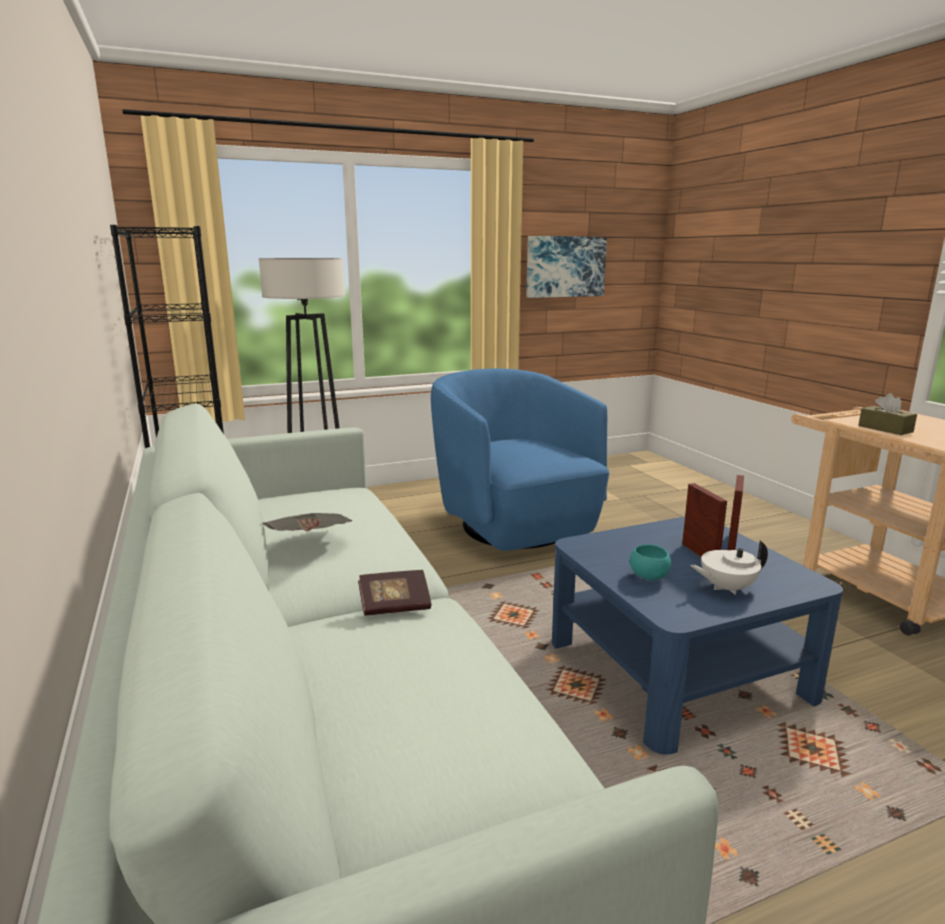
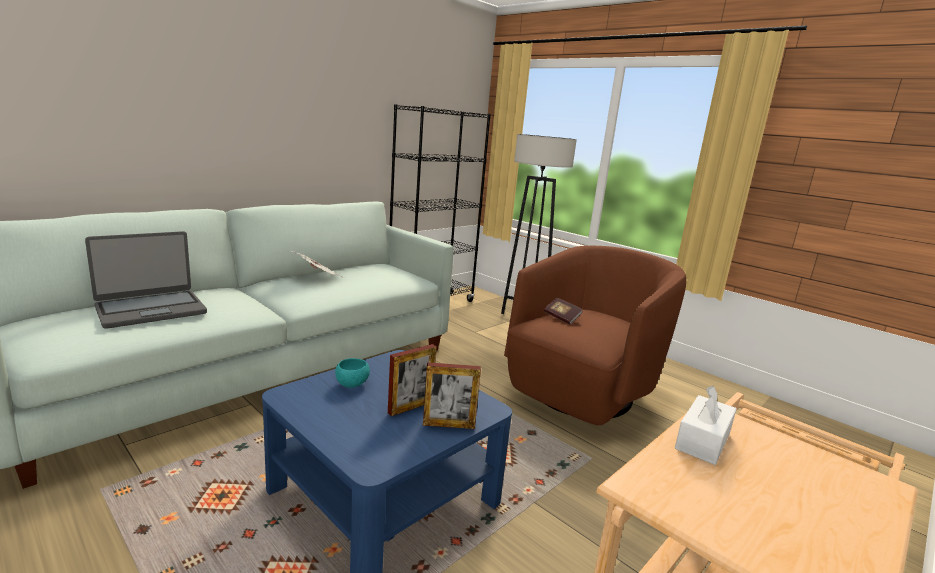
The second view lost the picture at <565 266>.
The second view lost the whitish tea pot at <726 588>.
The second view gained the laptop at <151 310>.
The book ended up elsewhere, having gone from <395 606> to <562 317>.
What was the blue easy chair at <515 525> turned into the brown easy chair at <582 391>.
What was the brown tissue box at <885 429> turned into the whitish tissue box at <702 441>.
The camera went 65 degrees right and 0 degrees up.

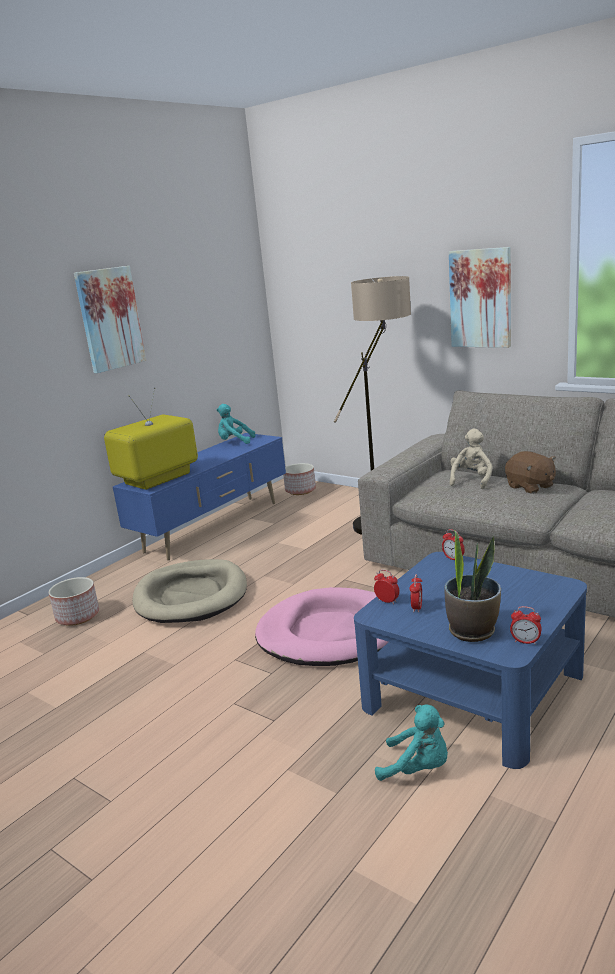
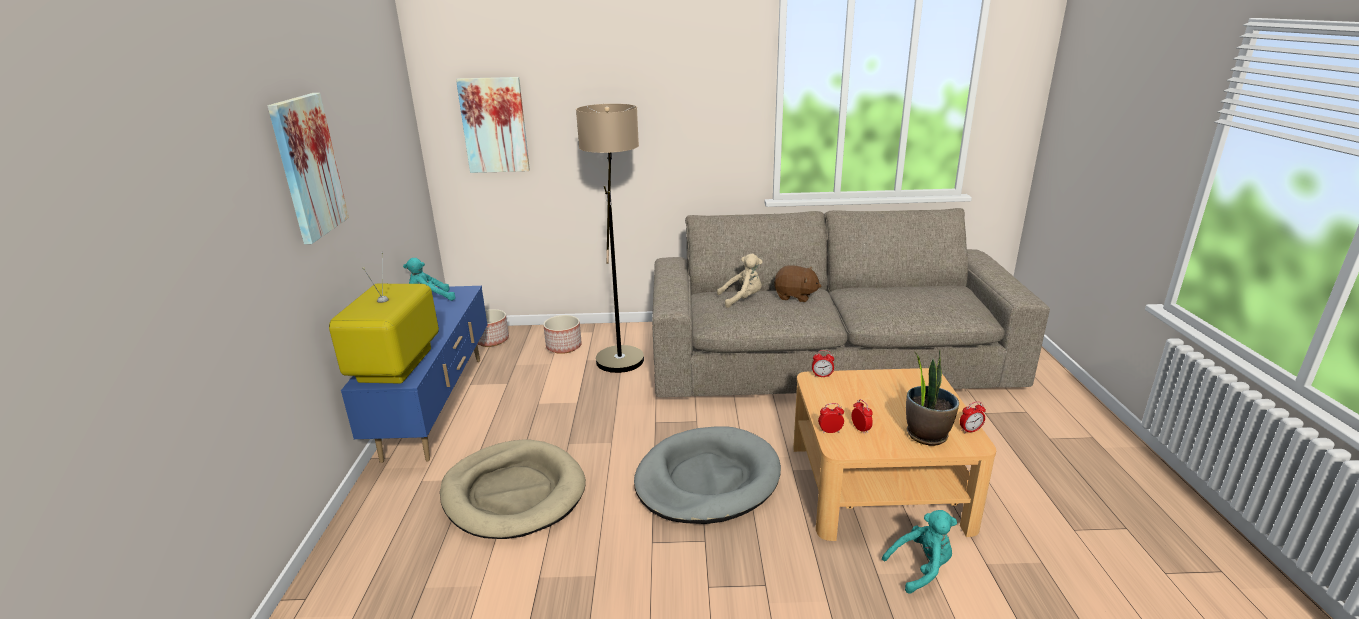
The flower pot ended up elsewhere, having gone from <77 616> to <563 346>.
The picture ended up elsewhere, having gone from <480 298> to <494 125>.
What was the pink dog cushion at <329 633> turned into the gray dog cushion at <707 480>.
What was the blue low table at <475 690> turned into the beige low table at <878 484>.
The beige plush toy at <471 480> ended up facing another way, 90 degrees clockwise from before.
The camera went 40 degrees left and 5 degrees up.

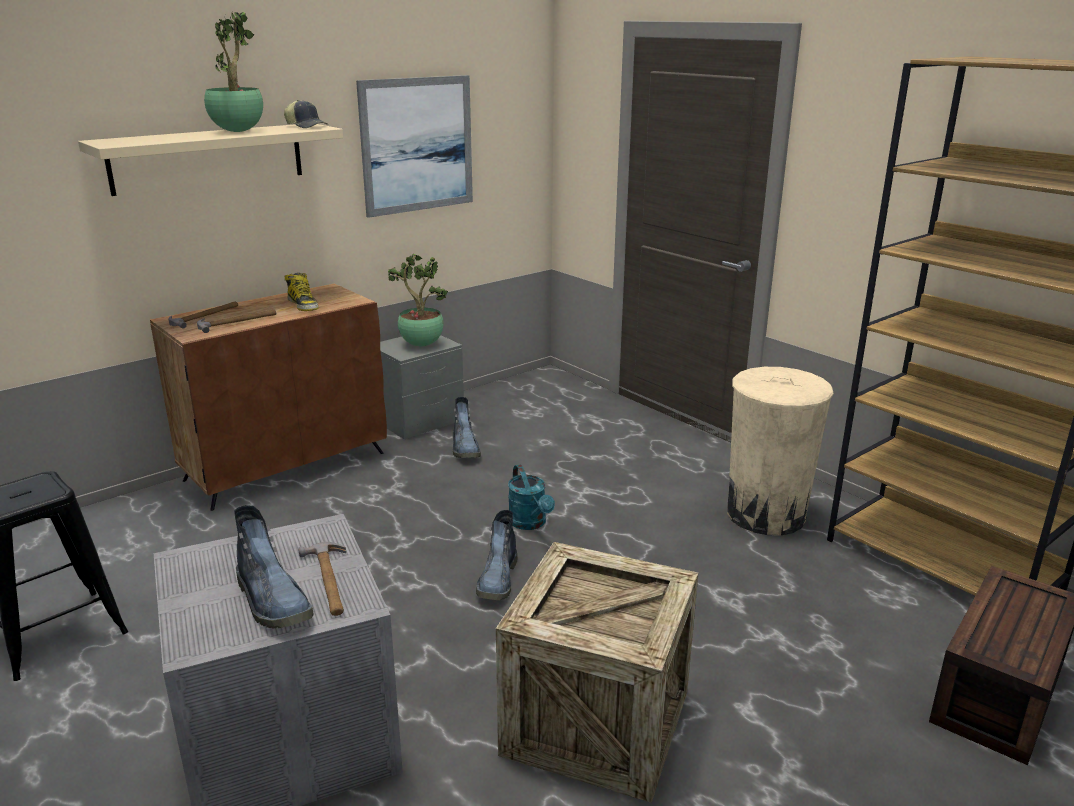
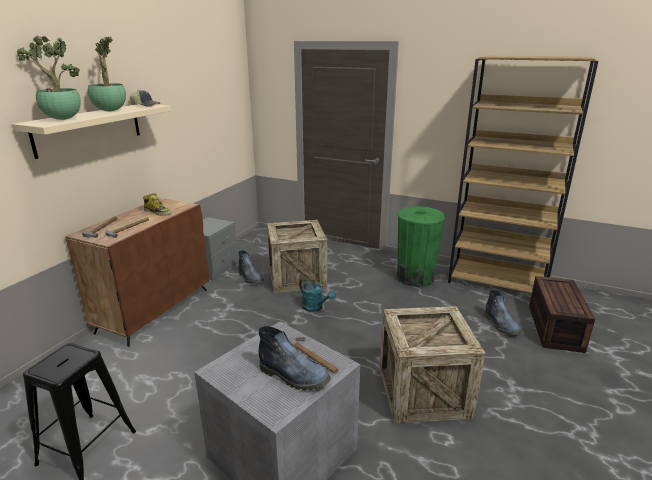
The second view lost the picture at <417 145>.
The second view gained the crate at <297 278>.
The plant in a pot ended up elsewhere, having gone from <420 345> to <62 119>.
The tall boot ended up elsewhere, having gone from <498 580> to <501 325>.
What was the beige rubbish bin at <765 514> turned into the green-coloured rubbish bin at <415 277>.
The camera went 25 degrees left and 0 degrees up.

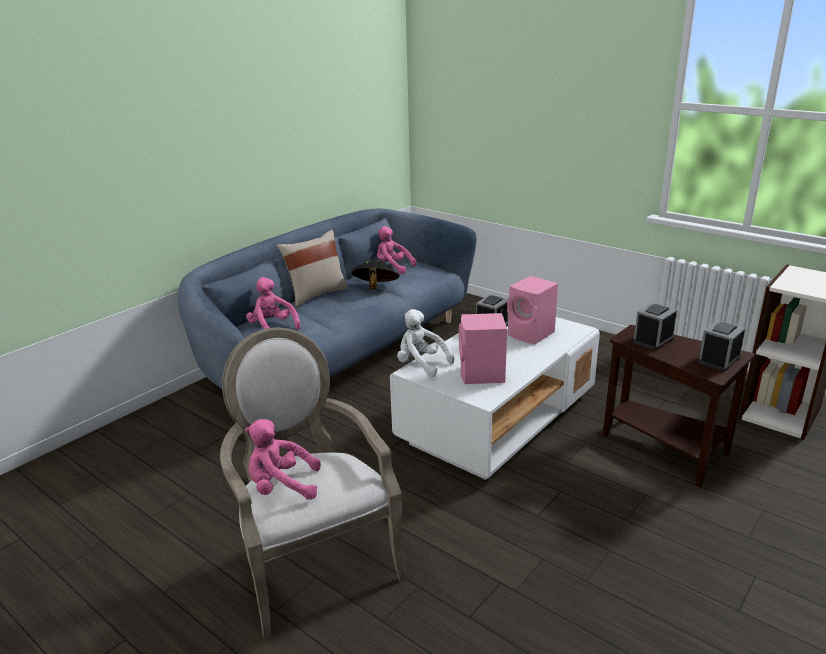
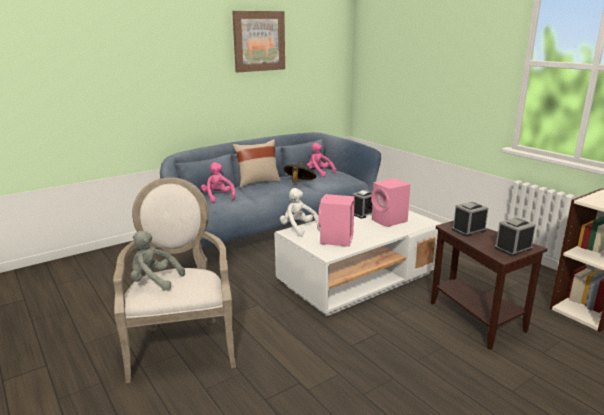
The second view gained the picture at <259 41>.
What was the pink plush toy at <281 487> turned into the gray plush toy at <154 281>.
The camera went 15 degrees right and 5 degrees down.

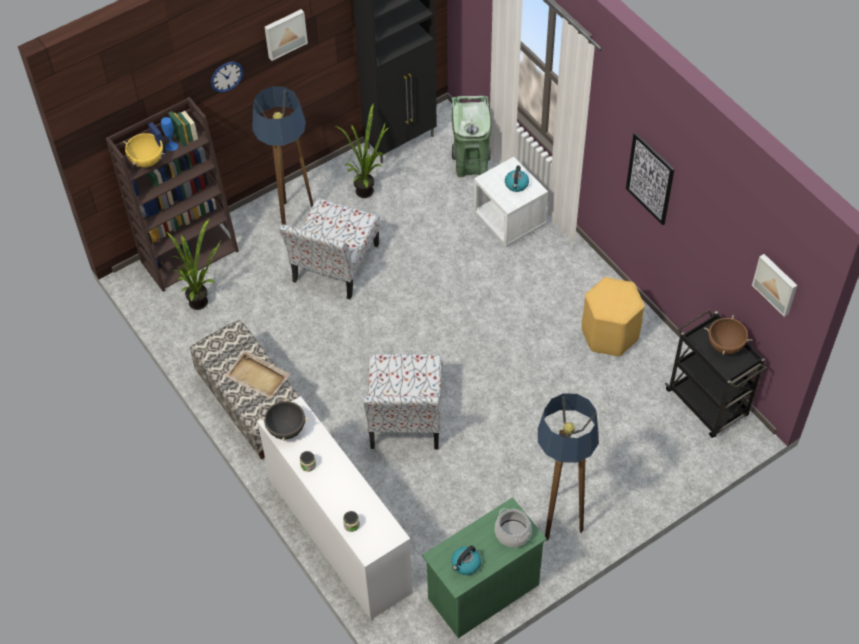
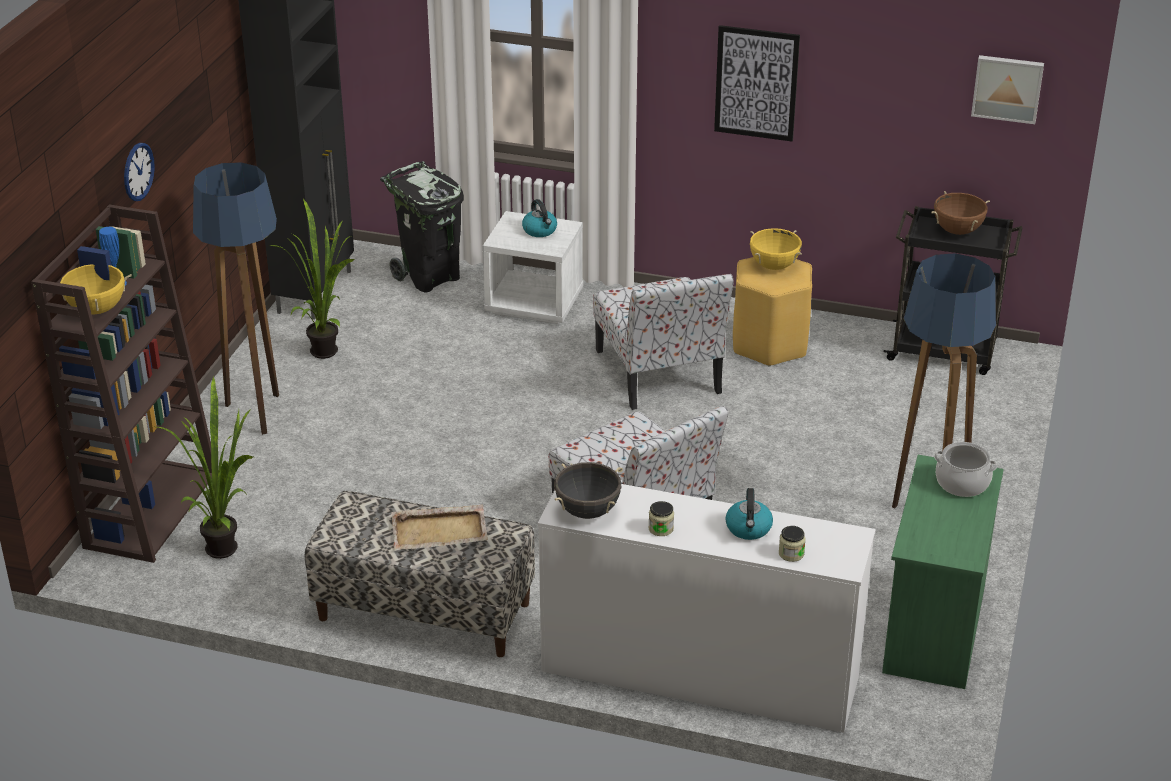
The second view lost the picture at <285 33>.
The second view gained the yellow-coloured saucepot at <774 266>.
The plain chair ended up elsewhere, having gone from <334 264> to <659 373>.
The kettle ended up elsewhere, having gone from <465 564> to <749 529>.
What was the green-coloured rubbish bin at <471 165> turned into the black rubbish bin at <429 277>.
The camera went 40 degrees left and 20 degrees down.

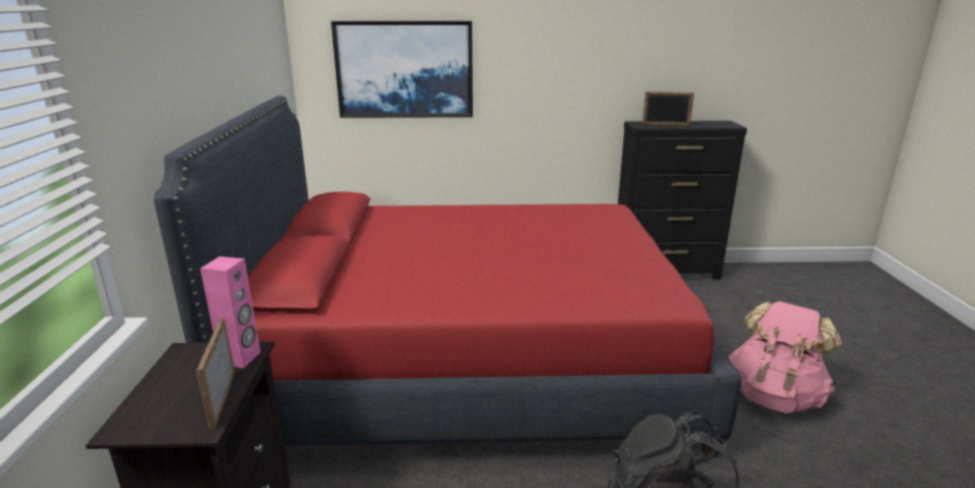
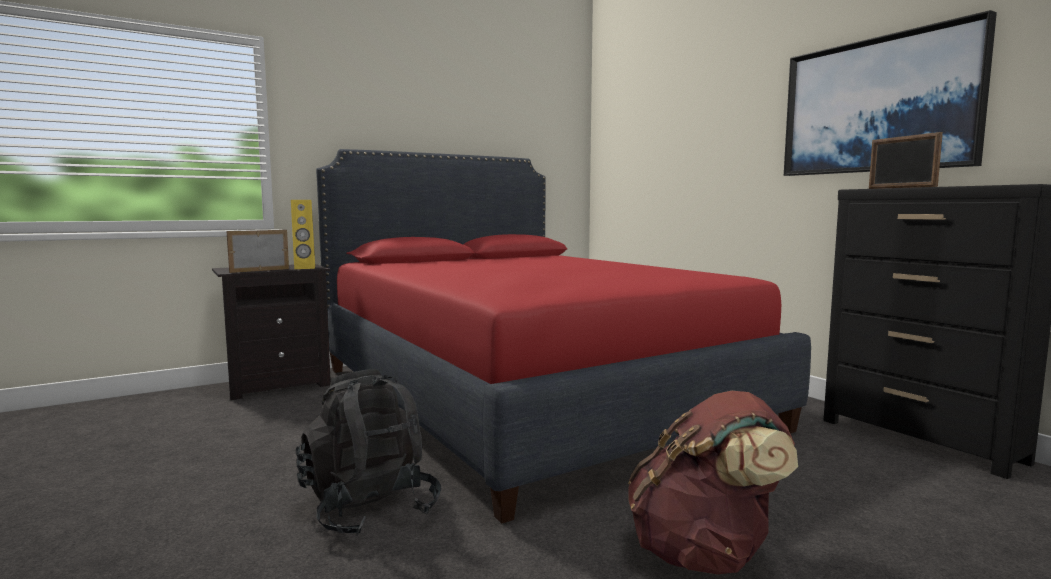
The picture ended up elsewhere, having gone from <405 69> to <878 106>.
What was the pink speaker at <241 358> turned into the yellow-coloured speaker at <304 268>.
What was the pink backpack at <774 396> turned into the brown backpack at <705 554>.
The camera went 60 degrees right and 15 degrees down.

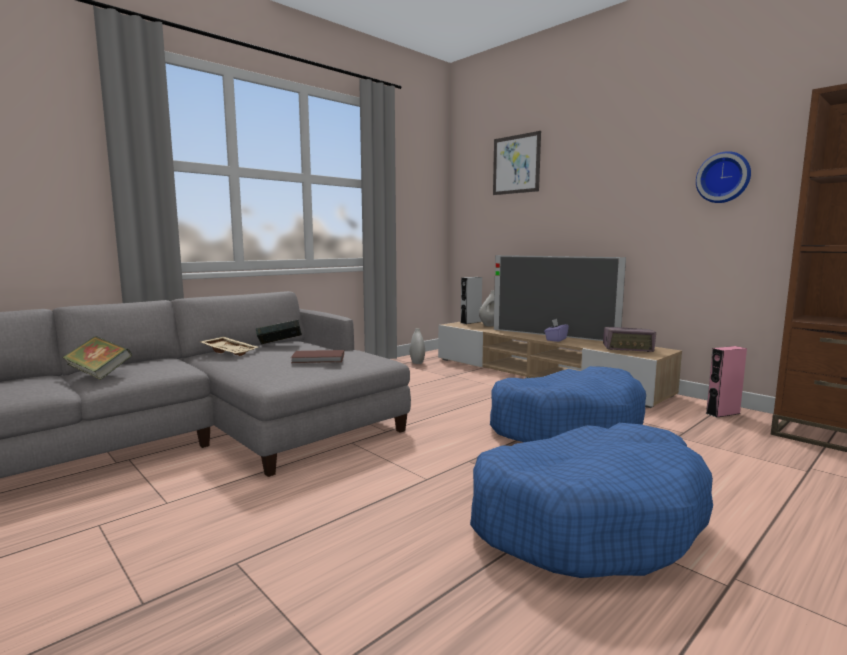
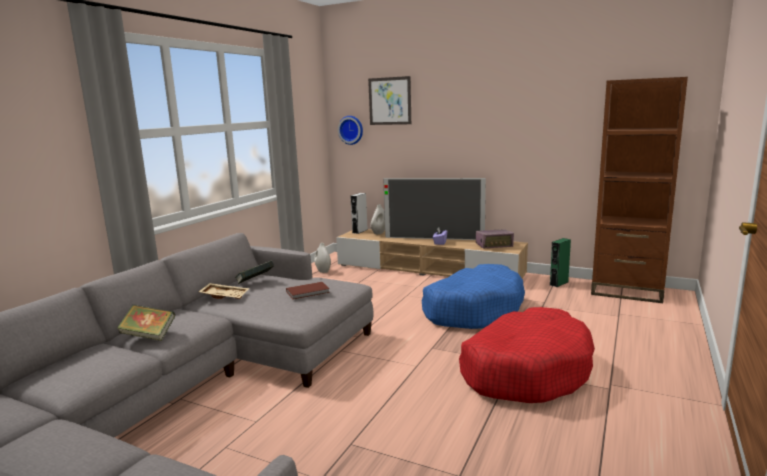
The hanging clock ended up elsewhere, having gone from <723 177> to <351 130>.
What was the blue dog cushion at <585 519> turned into the reddish dog cushion at <525 370>.
What was the pink speaker at <722 413> turned into the green-coloured speaker at <559 283>.
The camera went 20 degrees left and 5 degrees up.

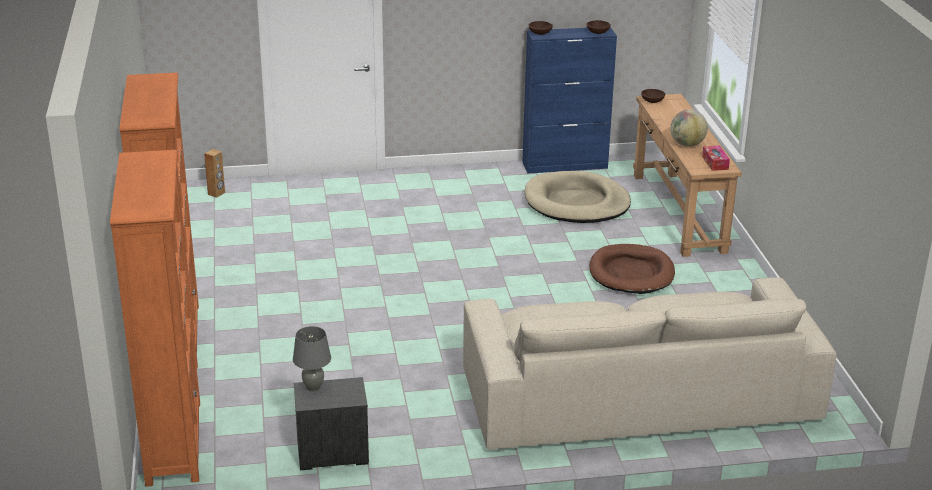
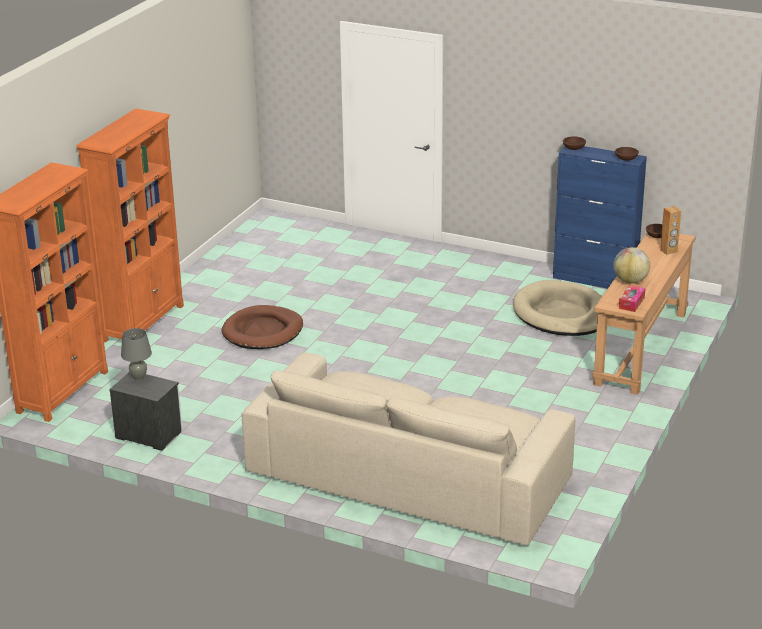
The brown speaker ended up elsewhere, having gone from <216 193> to <669 251>.
The brown dog cushion ended up elsewhere, having gone from <631 273> to <263 331>.
The camera went 35 degrees right and 0 degrees up.

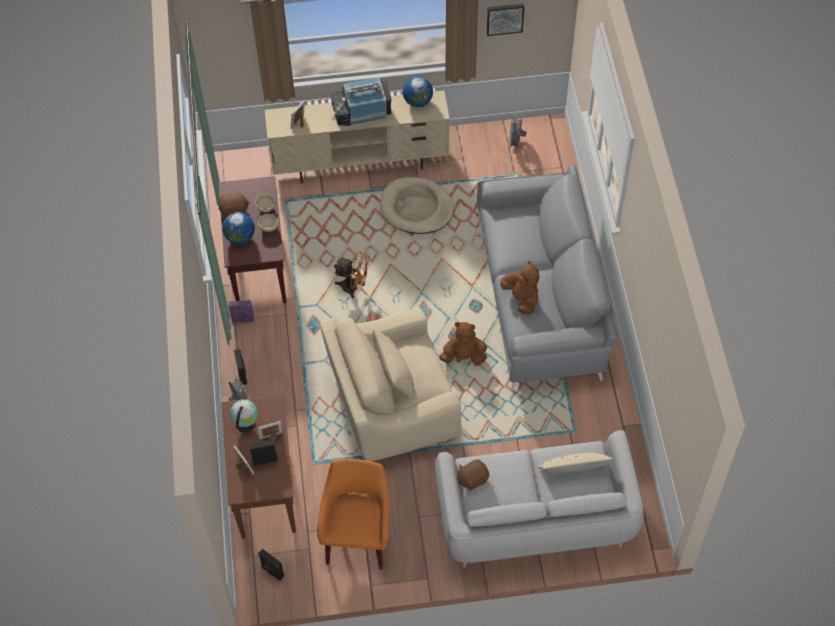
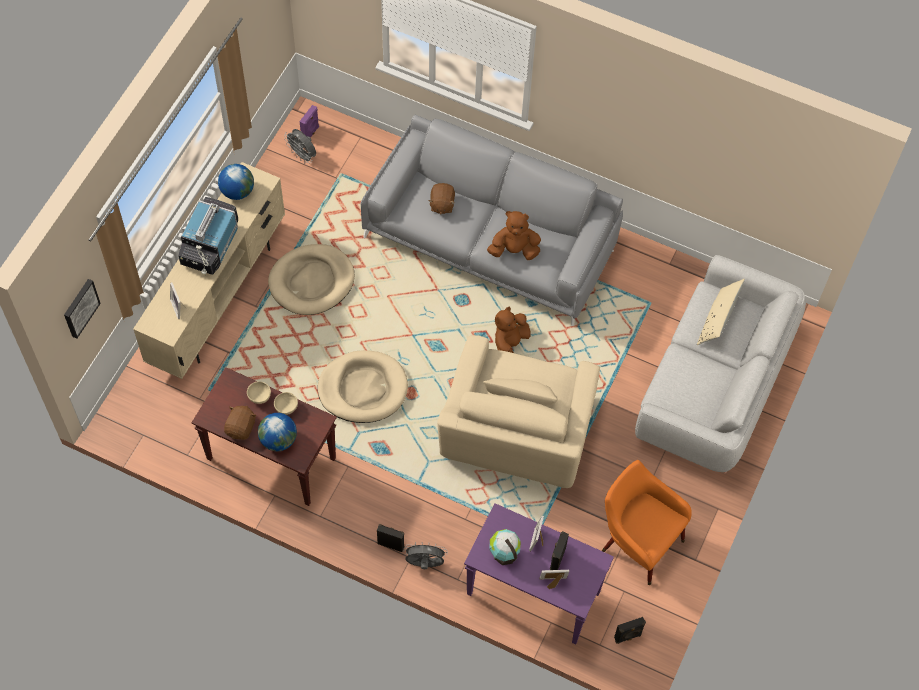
The purple-coloured speaker ended up elsewhere, having gone from <243 320> to <311 133>.
The brown plush toy ended up elsewhere, having gone from <472 479> to <441 204>.
The picture ended up elsewhere, having gone from <504 18> to <80 307>.
Where the orangey electric fan stood at <354 287>, the beige dog cushion came to stand at <363 388>.
What was the brown narrow table at <264 487> turned into the purple-coloured narrow table at <532 594>.
The camera went 60 degrees left and 5 degrees up.

